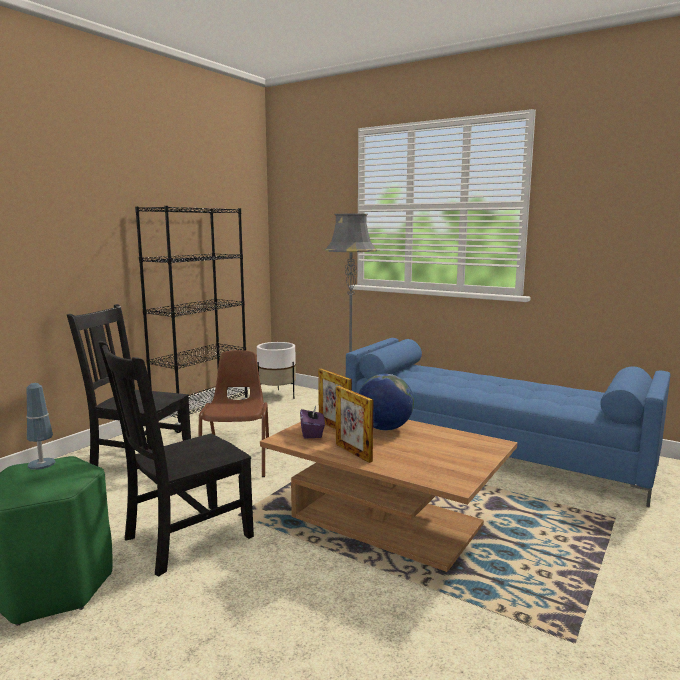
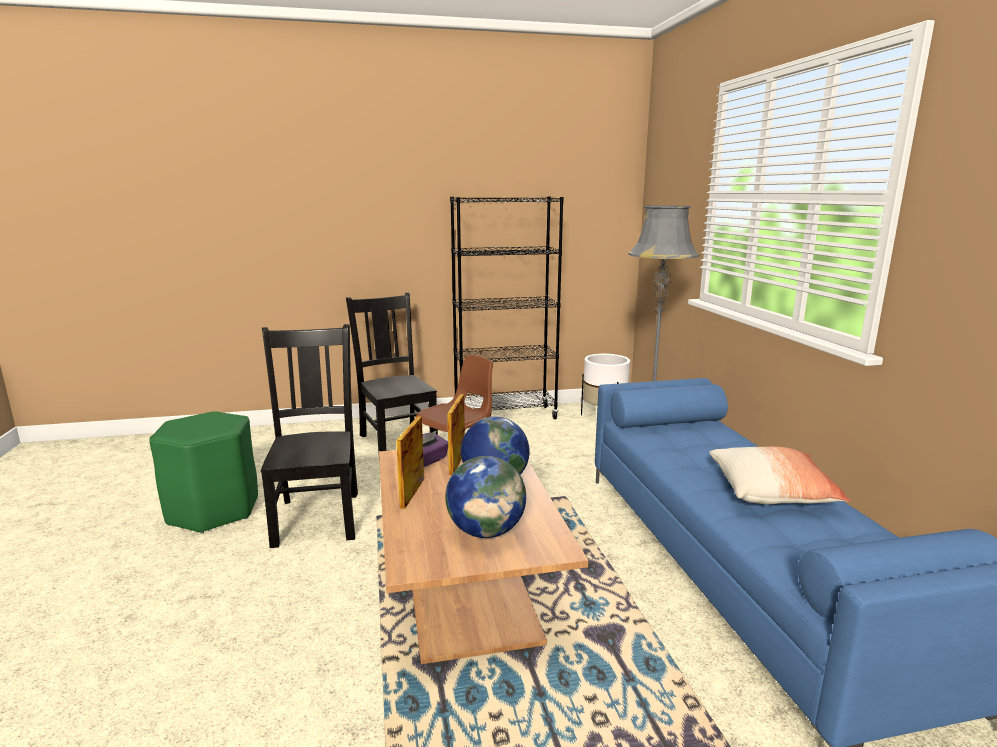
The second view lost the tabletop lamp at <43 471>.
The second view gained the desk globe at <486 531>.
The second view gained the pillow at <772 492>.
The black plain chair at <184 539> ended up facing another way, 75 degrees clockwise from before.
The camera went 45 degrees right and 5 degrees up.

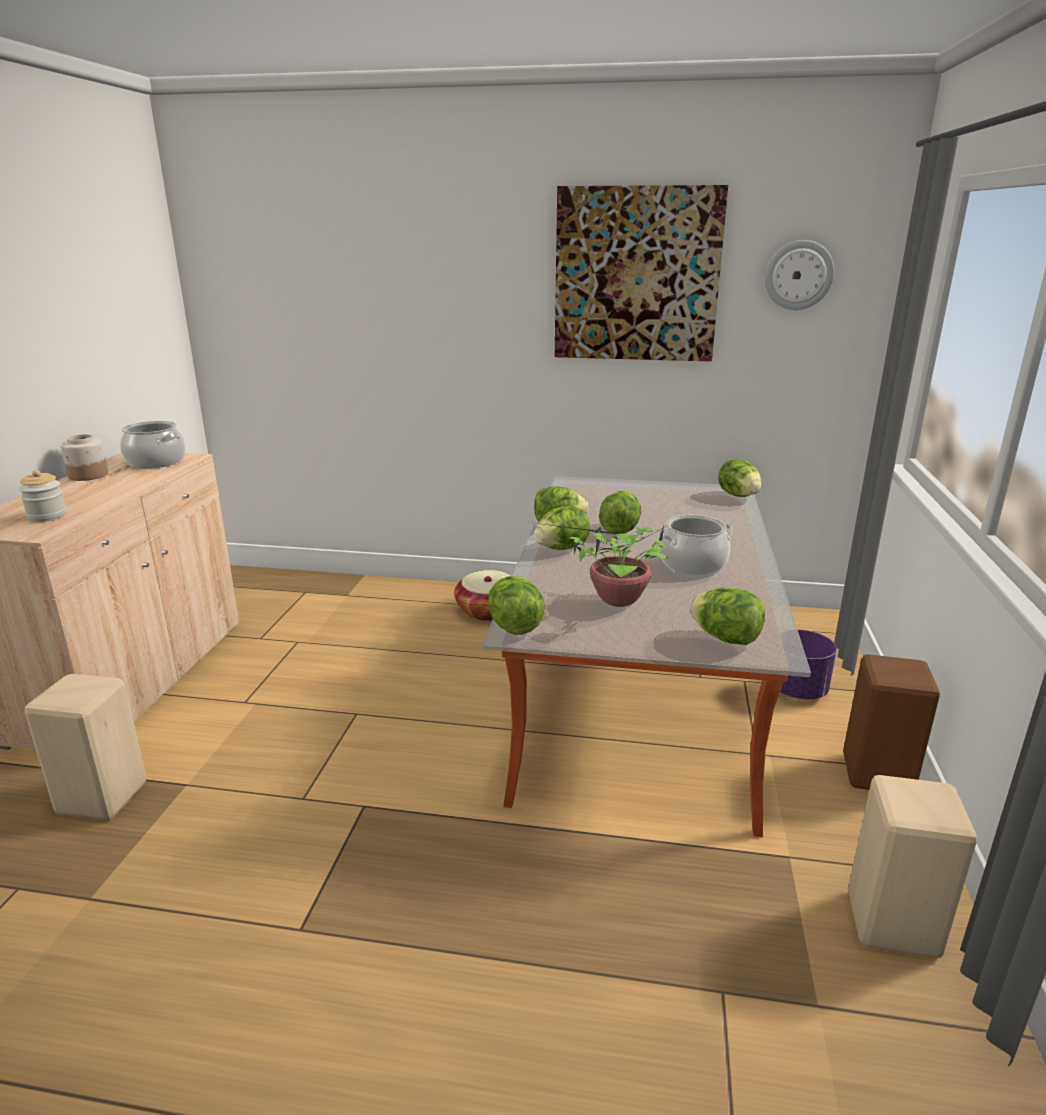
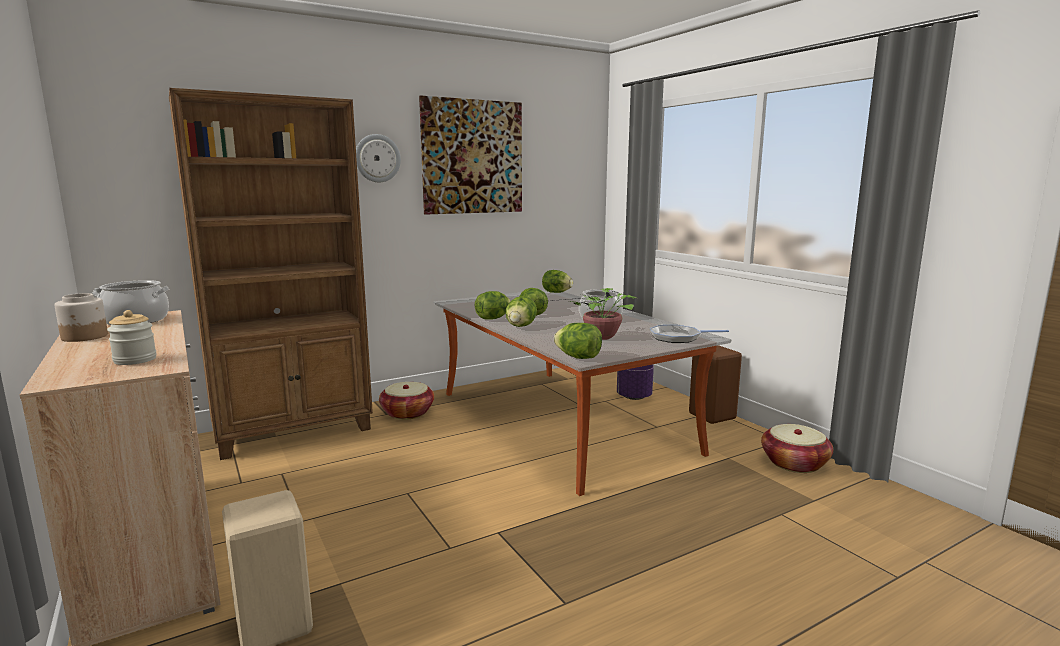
The second view gained the brown bookcase at <295 432>.
The hanging clock ended up elsewhere, having gone from <798 275> to <377 158>.
Where the lettuce head stood at <725 638>, the pan came to stand at <678 337>.
Where the beige sitting stool stood at <890 925>, the basket came to stand at <794 463>.
The camera went 40 degrees left and 10 degrees down.

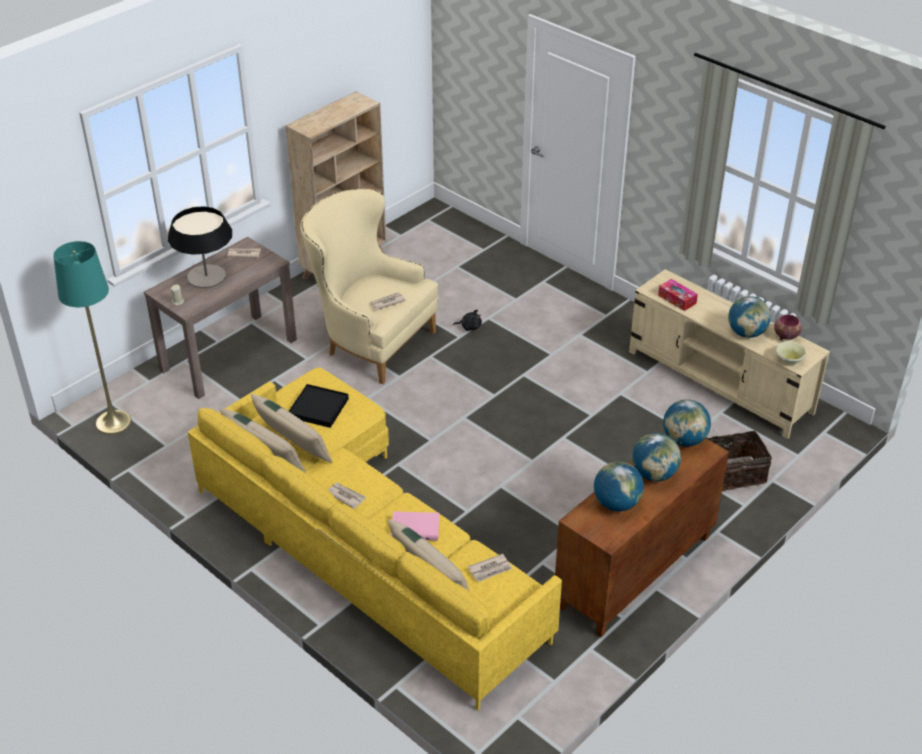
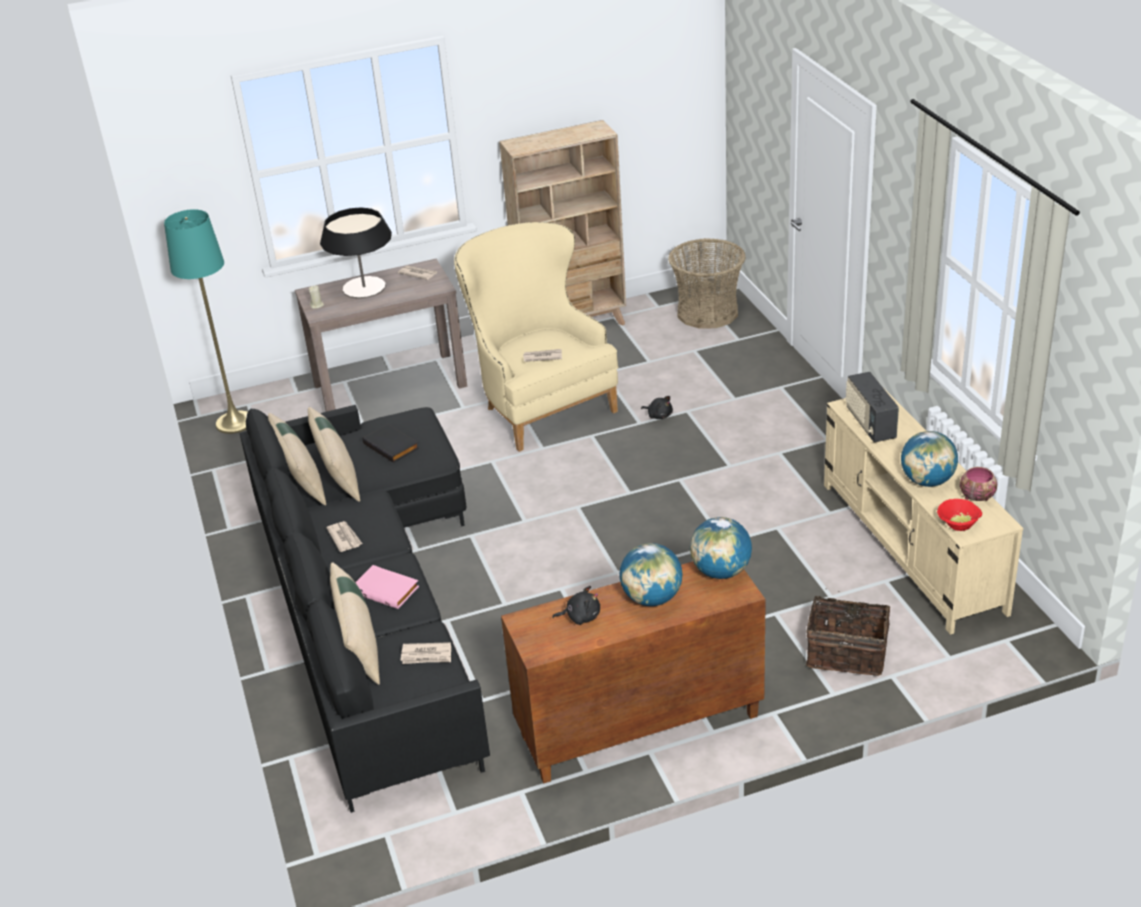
The second view gained the basket at <707 312>.
Where the black serving tray stood at <319 408>, the black book came to stand at <392 445>.
Where the desk globe stood at <616 503>, the black plush toy came to stand at <580 617>.
Where the tissue box stood at <677 299>, the radio receiver came to stand at <870 424>.
What was the yellow-coloured couch at <362 544> turned into the black couch at <370 604>.
What was the beige bowl at <789 360> turned into the reddish bowl at <958 524>.
The camera went 30 degrees right and 5 degrees down.

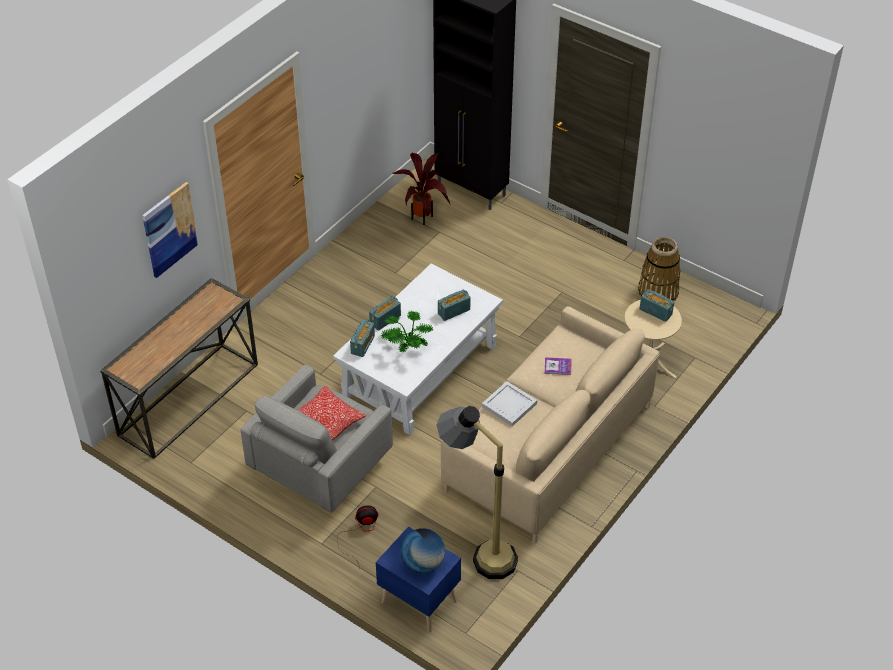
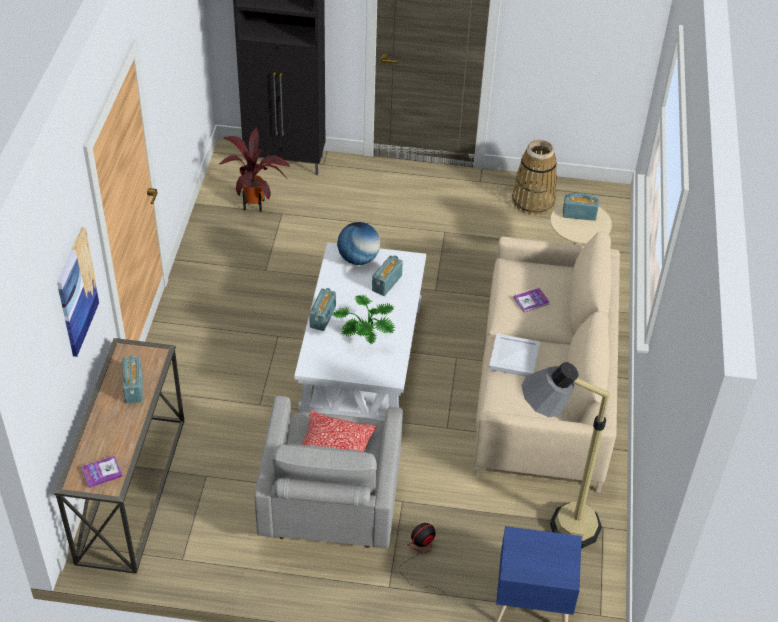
The second view gained the book at <102 472>.
The radio receiver ended up elsewhere, having gone from <363 345> to <134 387>.
The desk globe ended up elsewhere, having gone from <423 563> to <358 259>.
The camera went 30 degrees left and 0 degrees up.

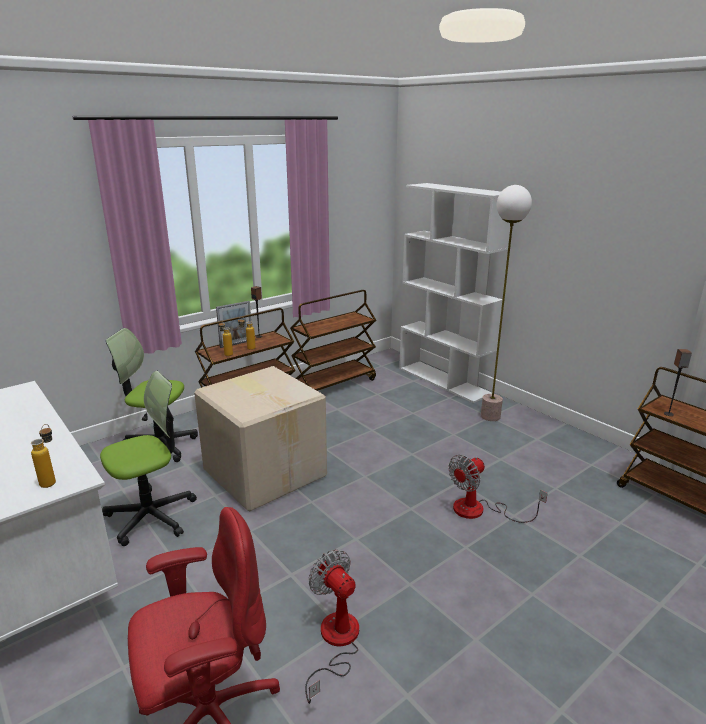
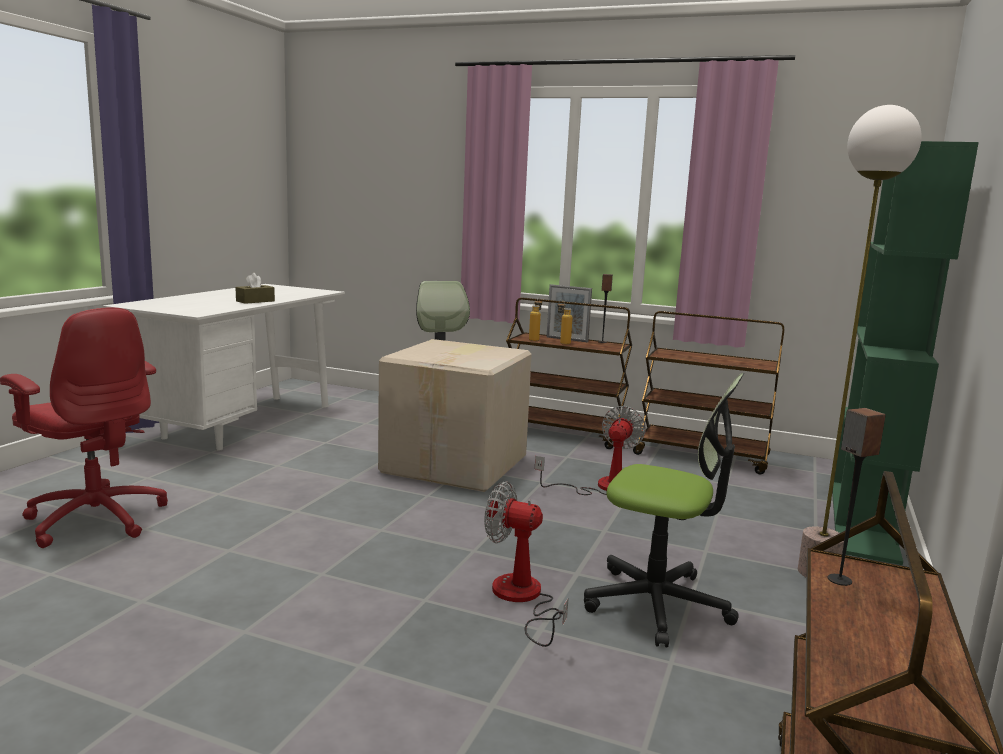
The second view lost the beverage bottle at <51 480>.
The second view gained the brown tissue box at <255 301>.
The office chair ended up elsewhere, having gone from <151 516> to <657 604>.
The electric fan ended up elsewhere, having gone from <335 642> to <602 487>.
What was the whitish bookcase at <444 381> turned into the green-coloured bookcase at <864 520>.
The camera went 60 degrees right and 10 degrees down.

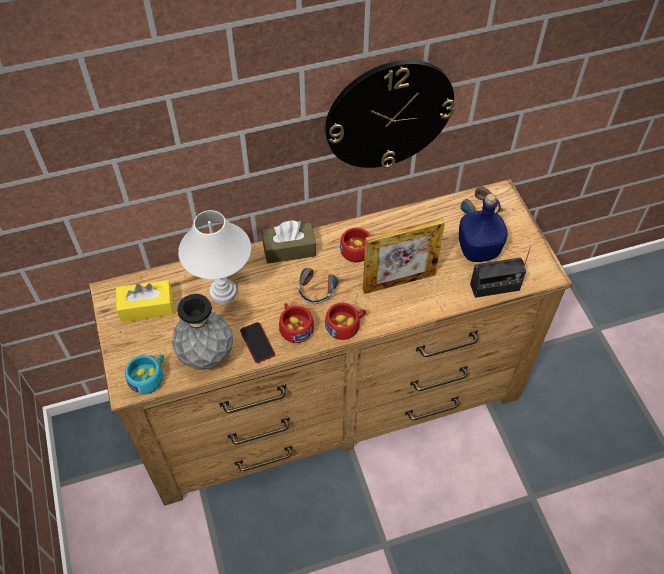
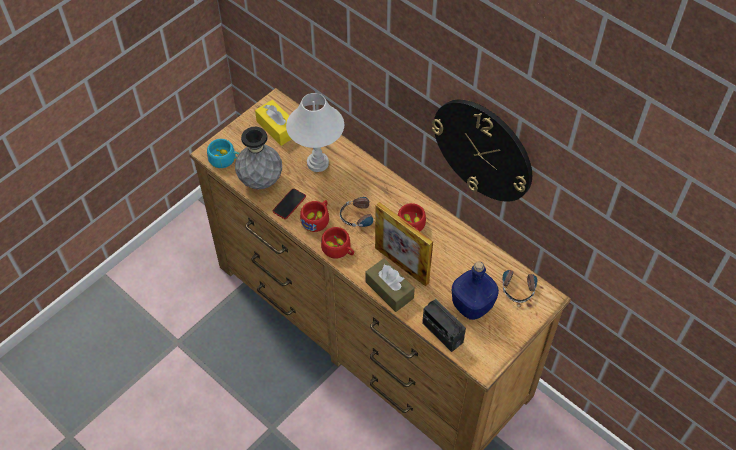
The brown tissue box ended up elsewhere, having gone from <289 249> to <389 290>.
The camera went 60 degrees right and 0 degrees up.

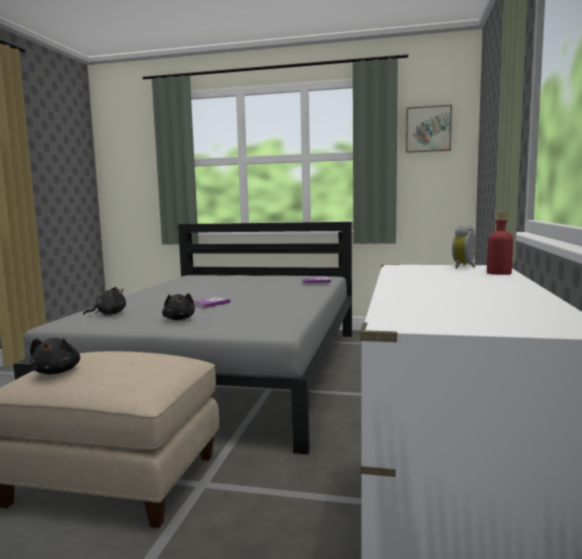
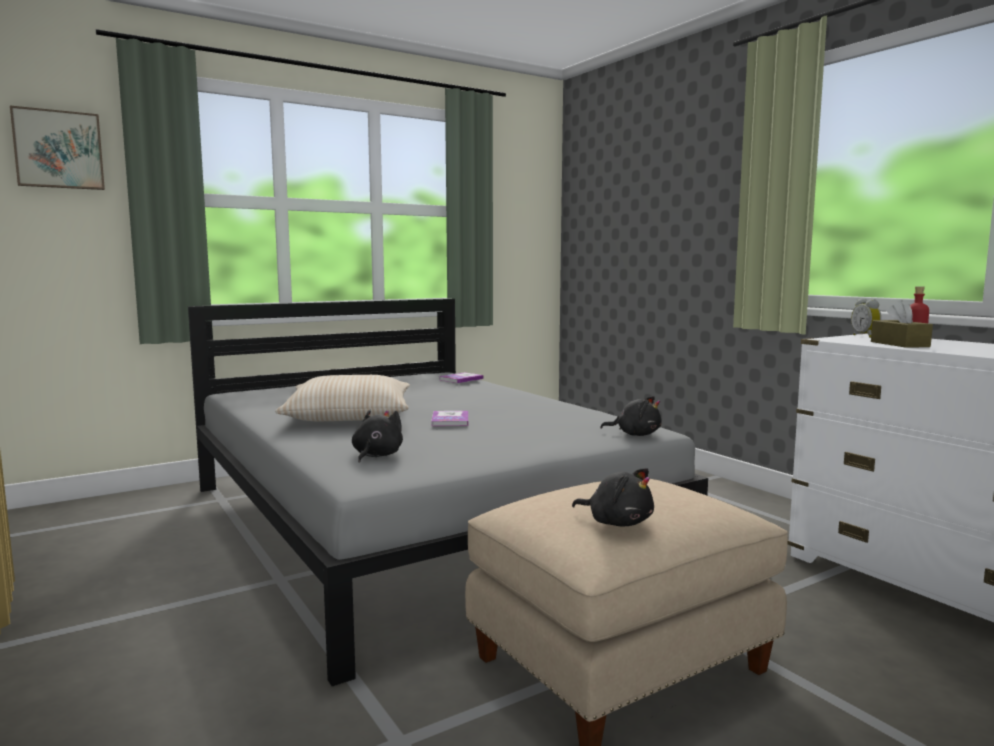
The second view gained the beige pillow at <349 415>.
The second view gained the brown tissue box at <899 344>.
The black plush toy ended up elsewhere, having gone from <179 319> to <635 434>.
The picture ended up elsewhere, having gone from <428 129> to <58 150>.
The camera went 45 degrees left and 0 degrees up.

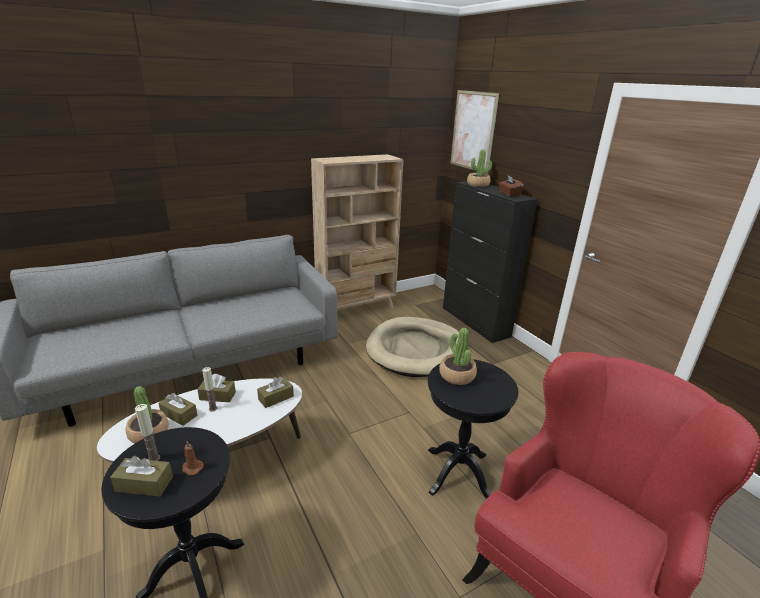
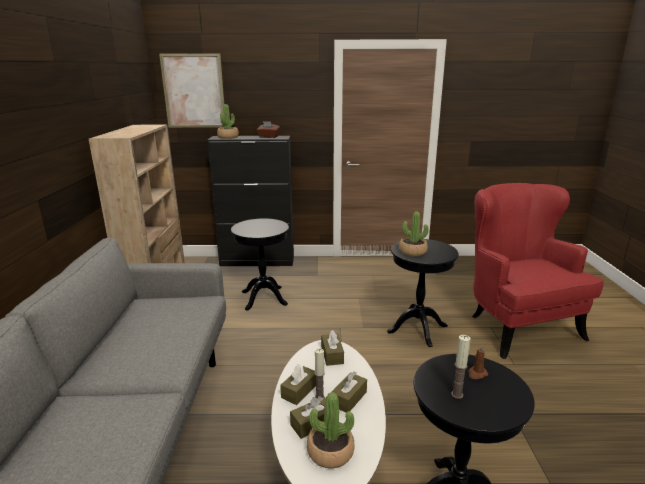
The brown tissue box ended up elsewhere, having gone from <144 484> to <349 398>.
Where the beige dog cushion stood at <415 350>, the black end table came to stand at <264 298>.
The camera went 60 degrees left and 5 degrees down.

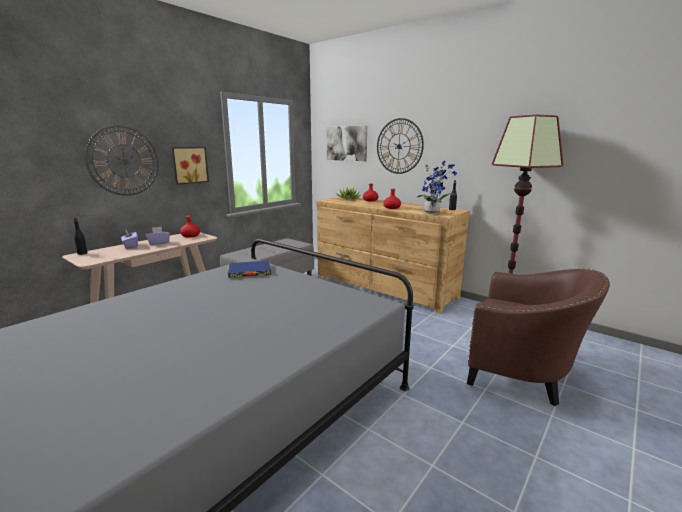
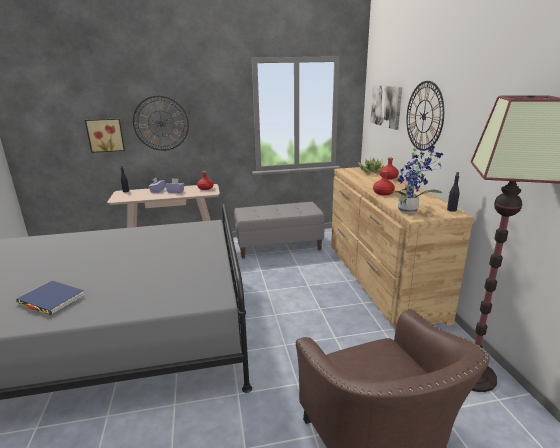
The picture ended up elsewhere, having gone from <189 165> to <105 135>.
The blue book ended up elsewhere, having gone from <249 271> to <51 300>.
The camera went 40 degrees right and 5 degrees up.

